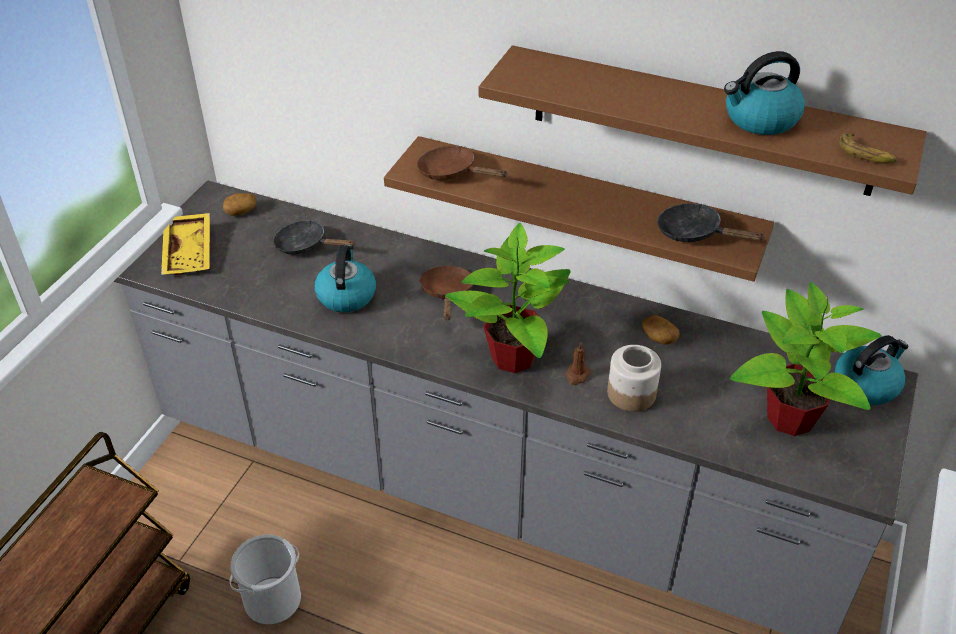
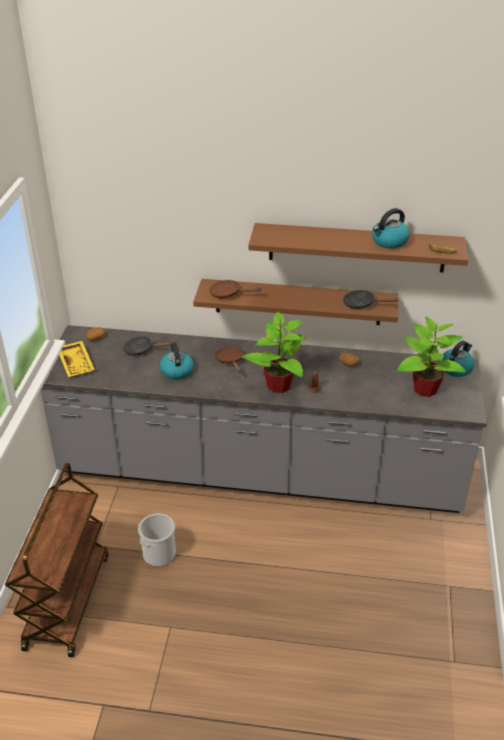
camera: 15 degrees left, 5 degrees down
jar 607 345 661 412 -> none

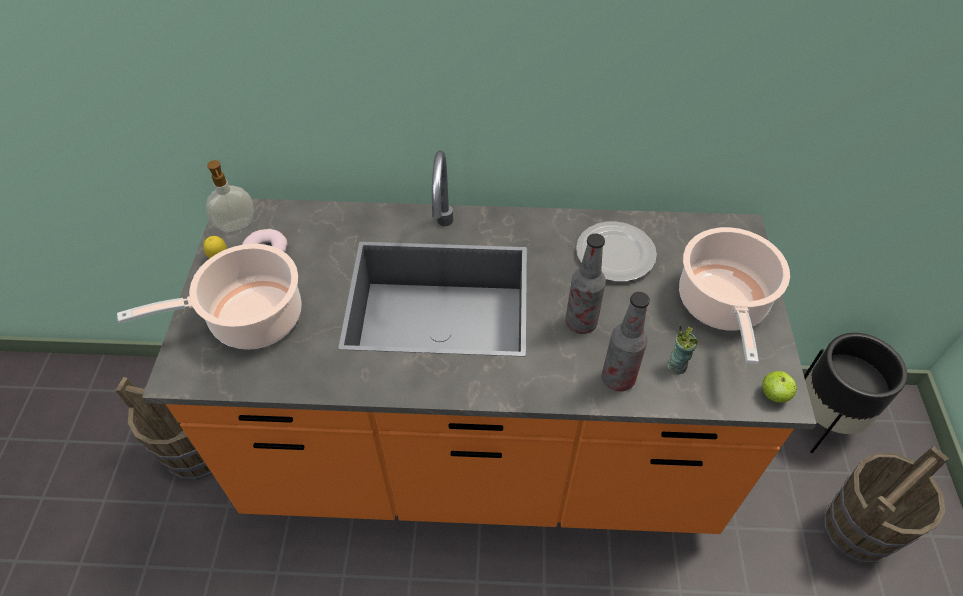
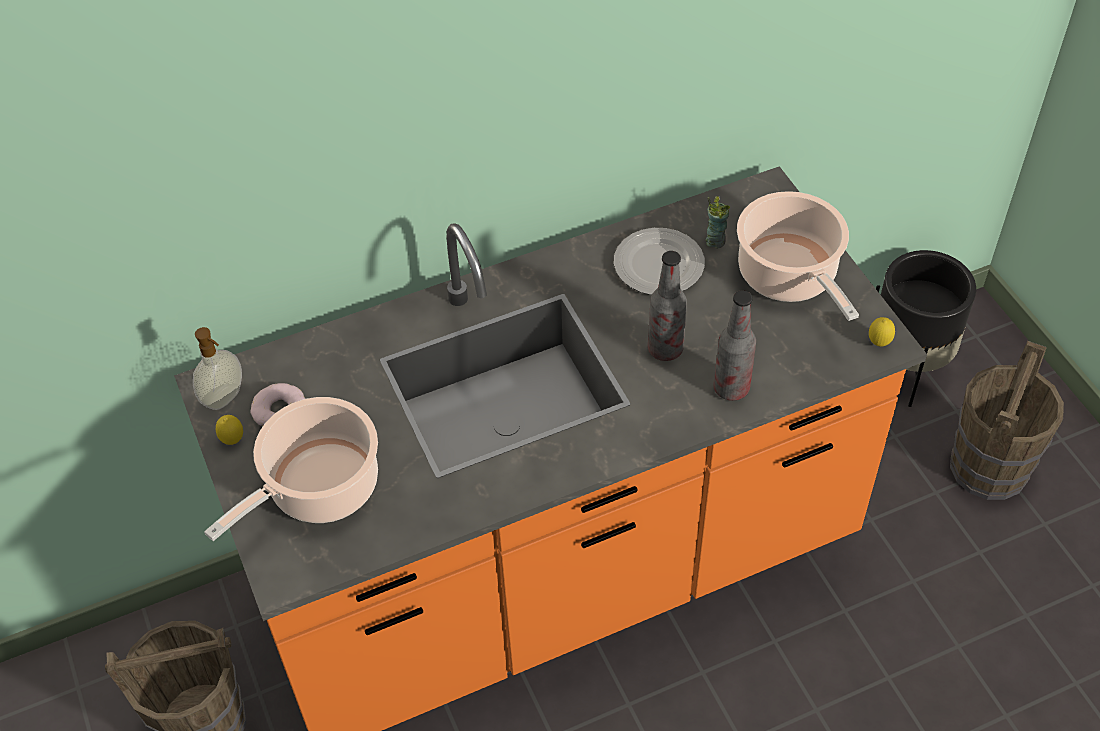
camera: 25 degrees left, 0 degrees up
cup 667 324 699 374 -> cup 706 196 730 248, shifted
apple 762 371 797 403 -> lemon 869 317 895 346

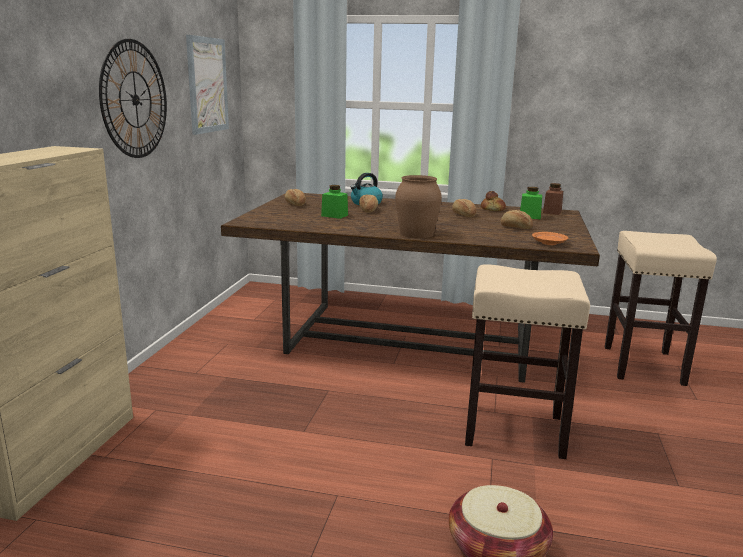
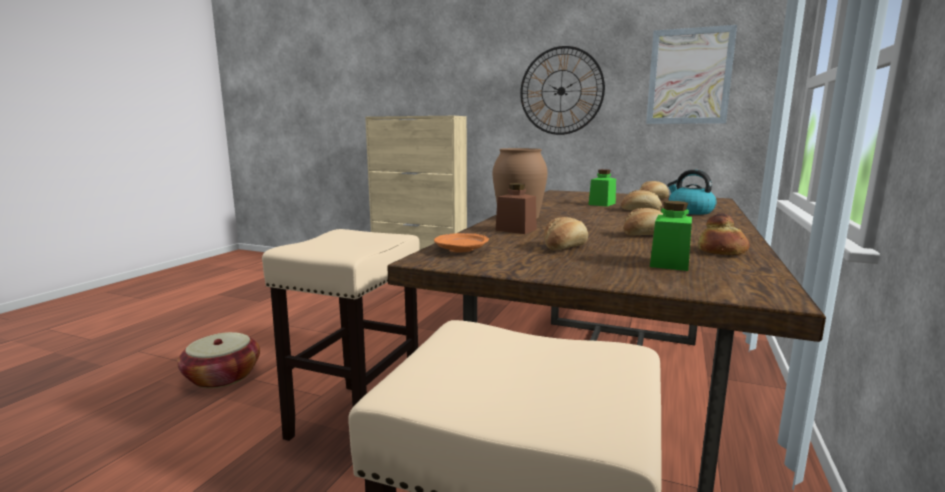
camera: 100 degrees right, 5 degrees down
brown jar 543 183 563 215 -> brown jar 495 183 537 234, shifted

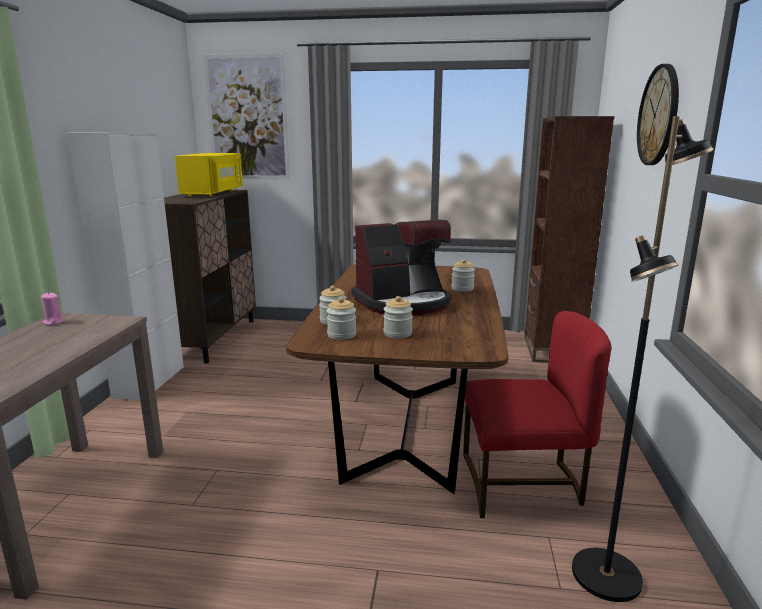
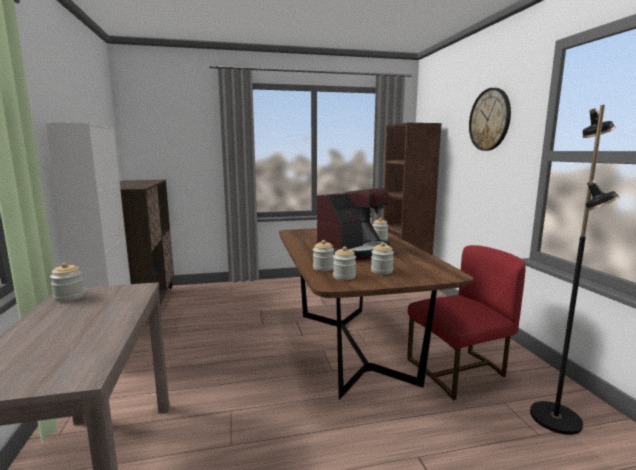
camera: 20 degrees left, 5 degrees down
picture 203 54 290 179 -> none
yellow microwave 175 153 243 196 -> none
pink candle 41 292 65 325 -> jar 50 263 84 302

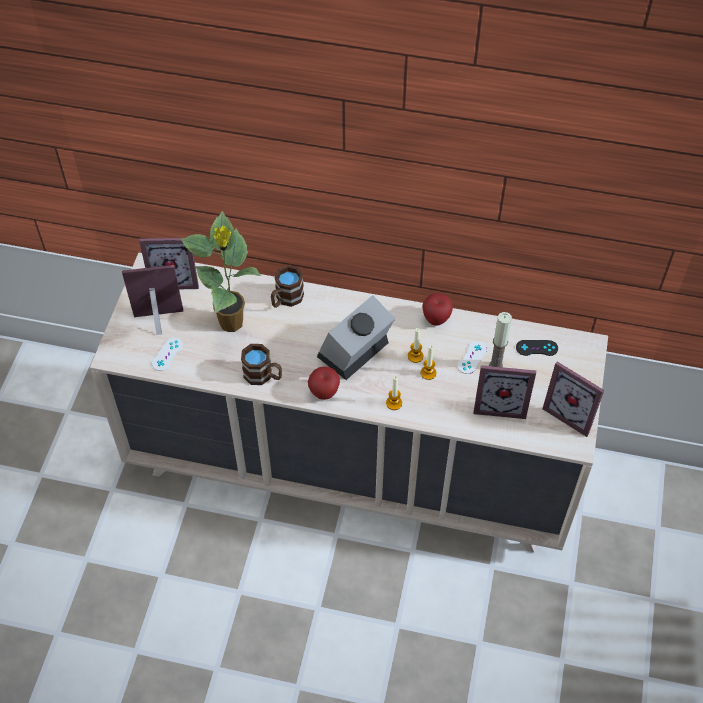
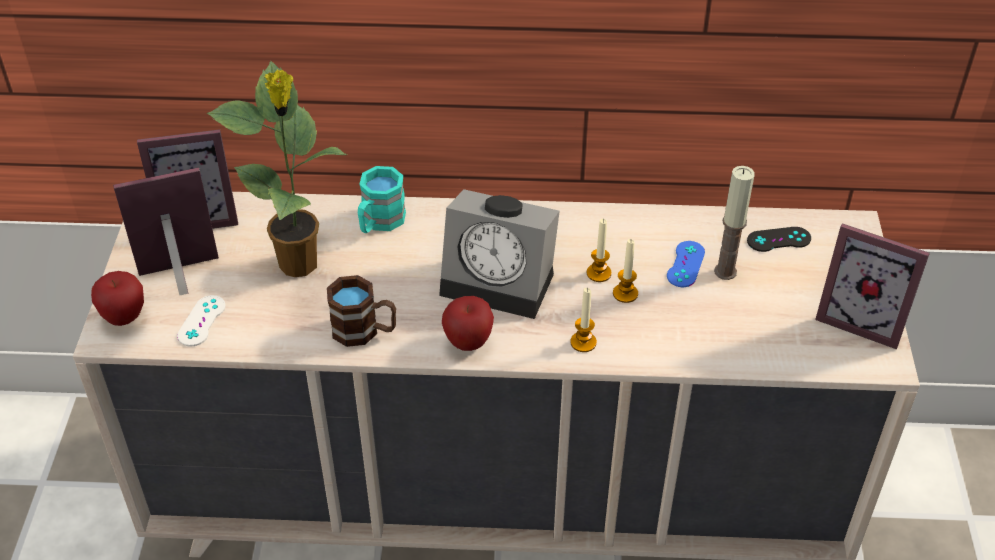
camera: 10 degrees left, 10 degrees down
brown mug 271 265 304 308 -> turquoise mug 358 166 406 233
apple 422 293 453 326 -> apple 91 271 144 326, shifted
alarm clock 317 295 395 380 -> alarm clock 439 189 560 319, 105 degrees counterclockwise
white game controller 457 341 487 374 -> blue game controller 667 241 705 287
picture frame 473 365 536 419 -> none

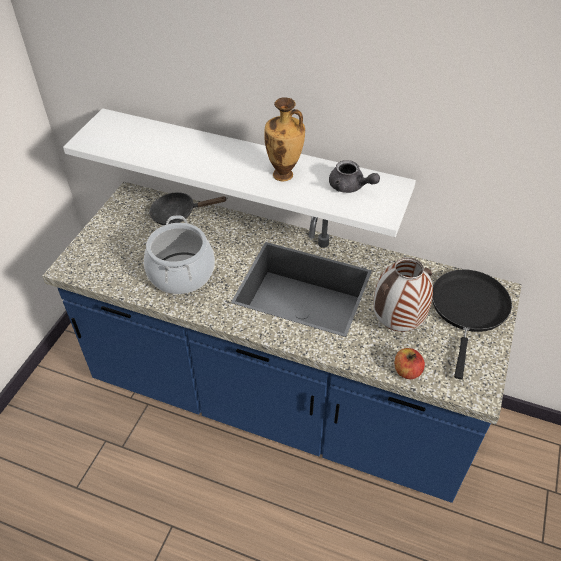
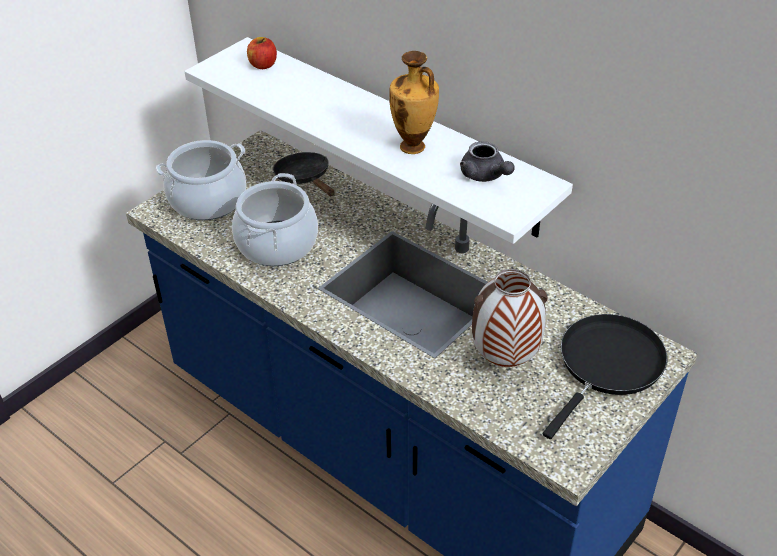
camera: 20 degrees right, 5 degrees down
black frying pan 149 192 226 225 -> black frying pan 273 152 335 196, 45 degrees clockwise
apple 395 348 425 379 -> apple 247 37 277 69, shifted
none -> cooking pot 156 140 246 220

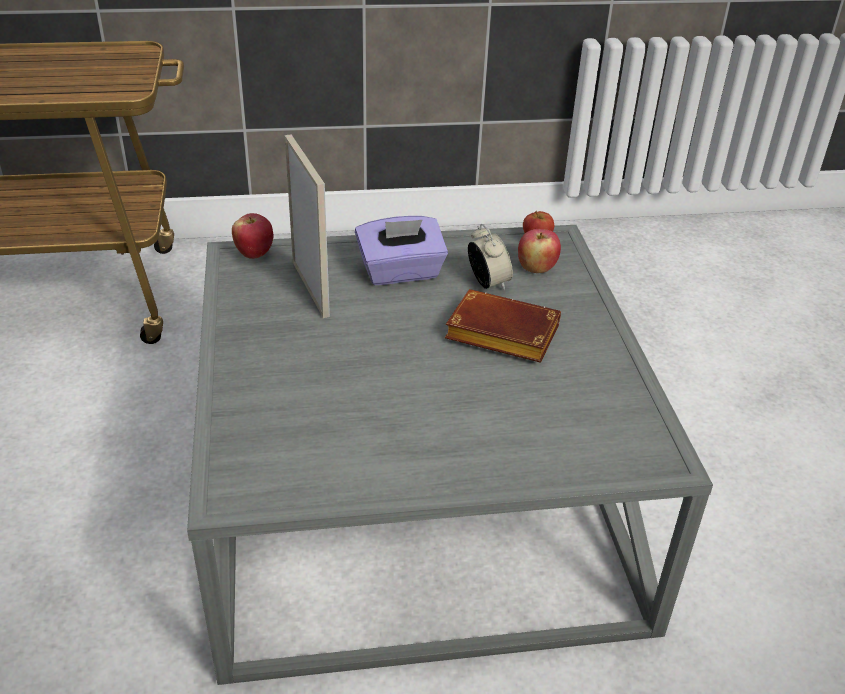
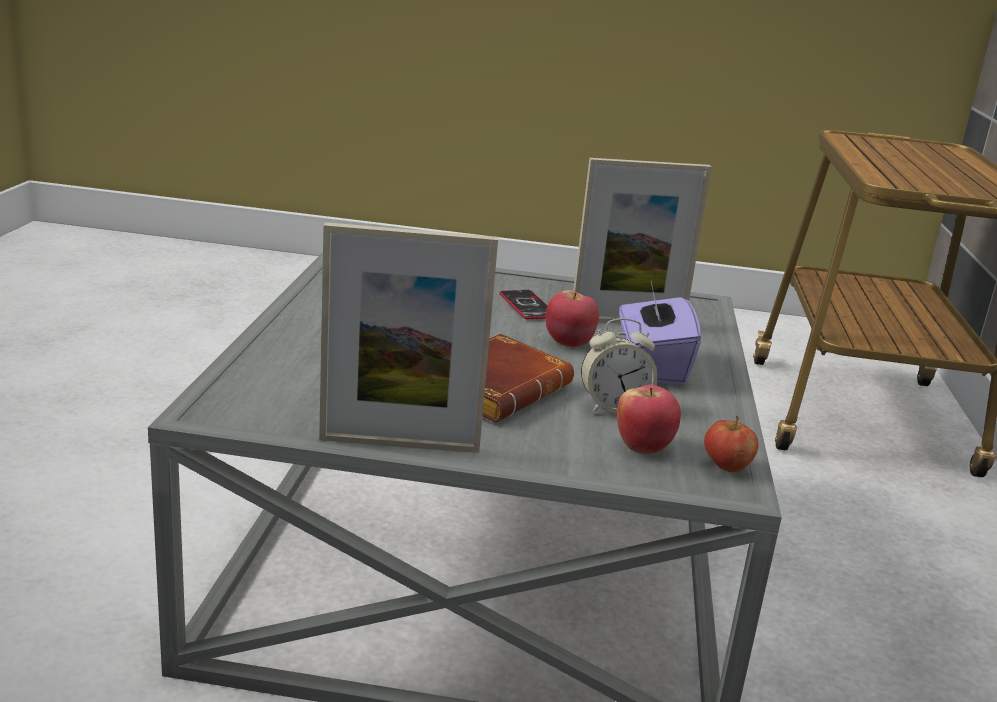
camera: 105 degrees right, 15 degrees down
apple 232 213 273 259 -> apple 545 290 599 347, shifted
none -> picture frame 319 222 498 453
none -> phone 499 290 548 319

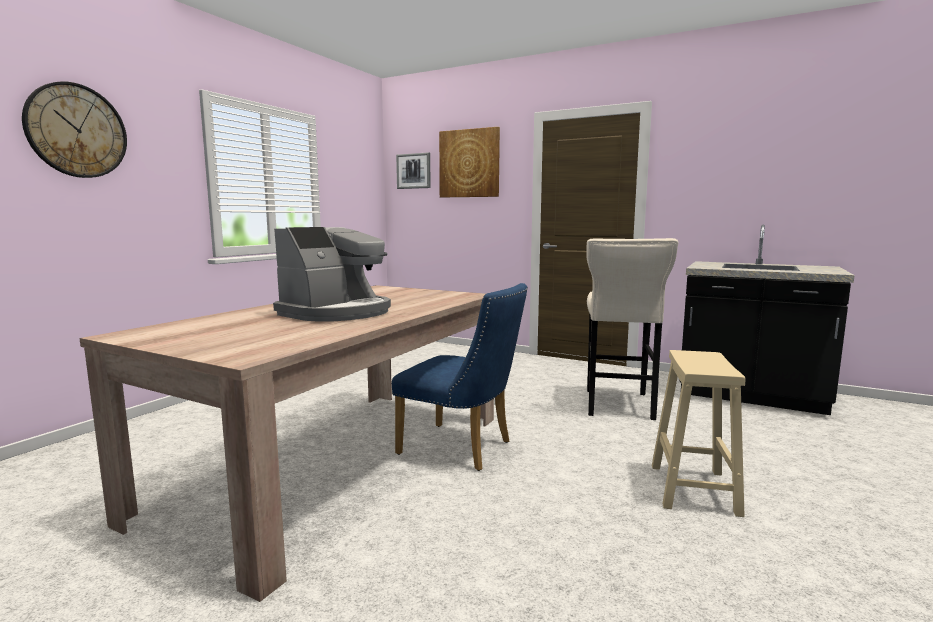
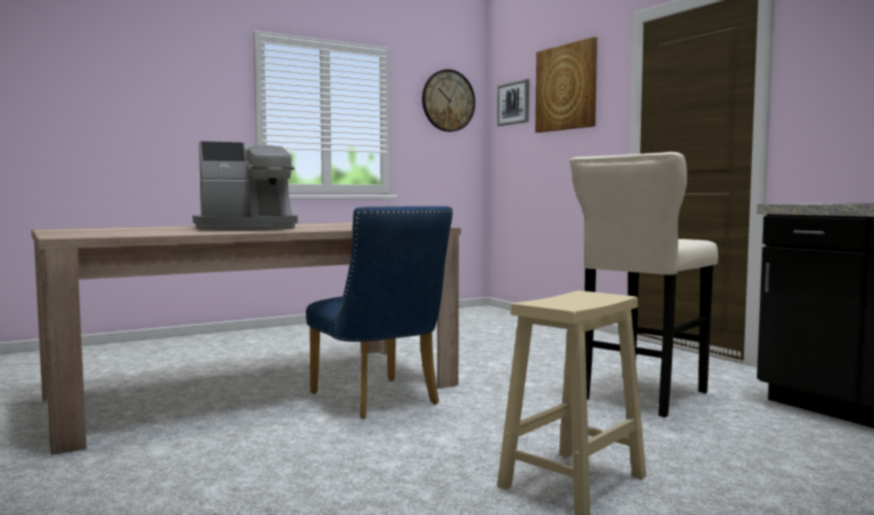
camera: 30 degrees right, 5 degrees down
wall clock 22 81 127 178 -> wall clock 422 69 475 132, shifted

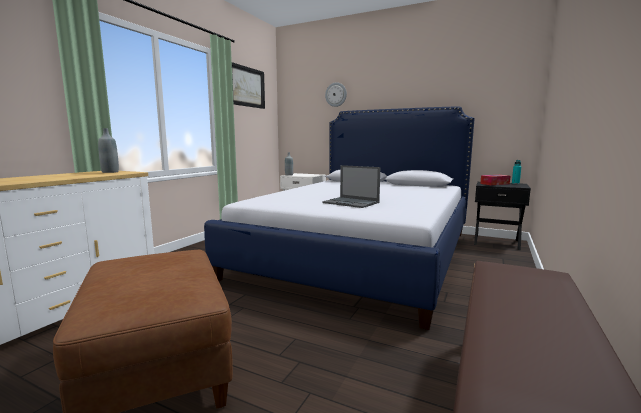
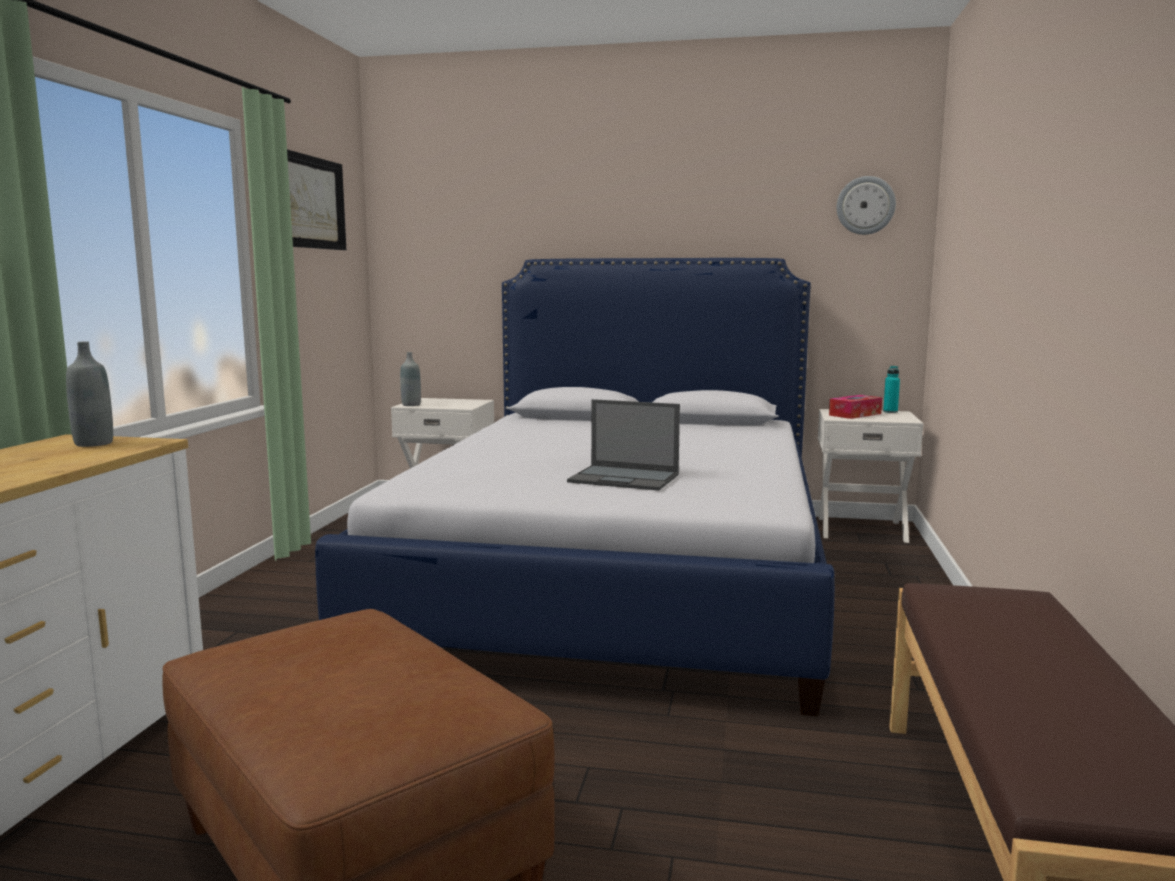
camera: 15 degrees left, 0 degrees up
wall clock 325 82 347 107 -> wall clock 837 176 896 235, shifted
black nightstand 474 182 531 250 -> white nightstand 818 409 923 543

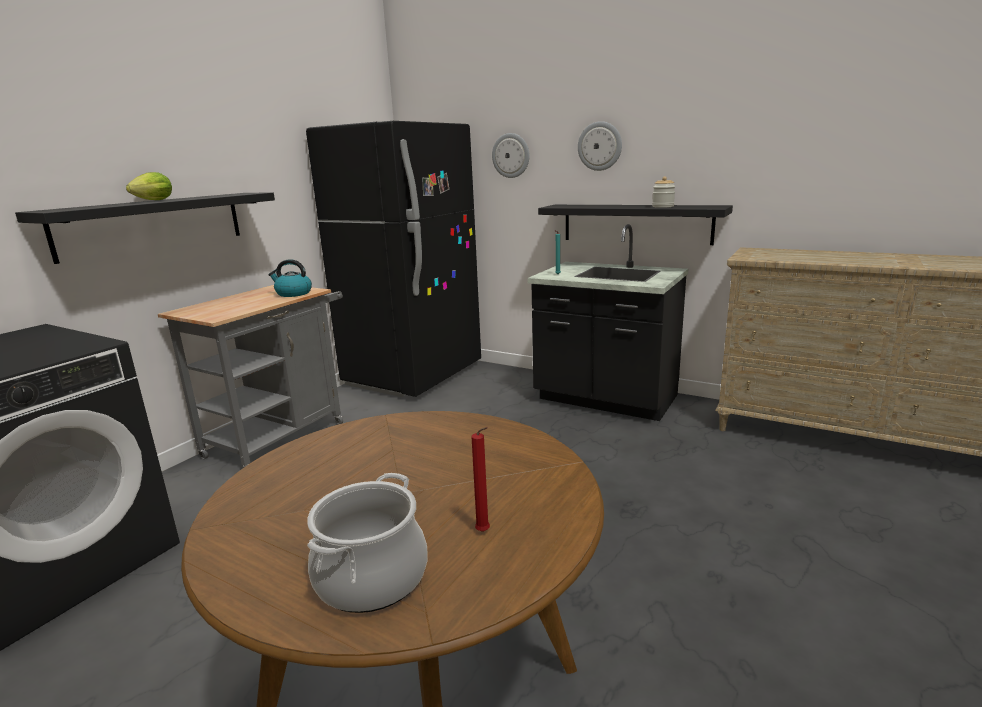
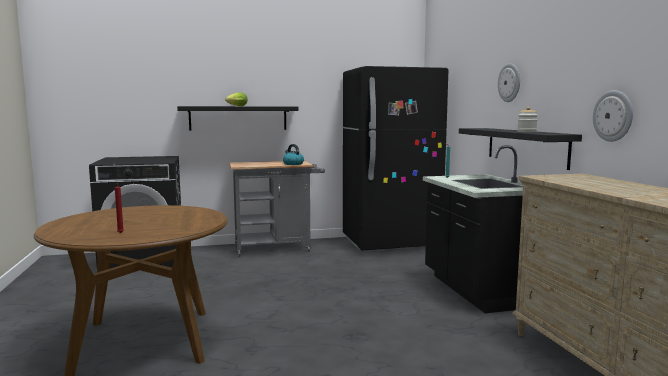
camera: 45 degrees right, 10 degrees down
wall clock 492 133 530 178 -> wall clock 593 90 633 142, shifted
cooking pot 307 473 427 613 -> none

